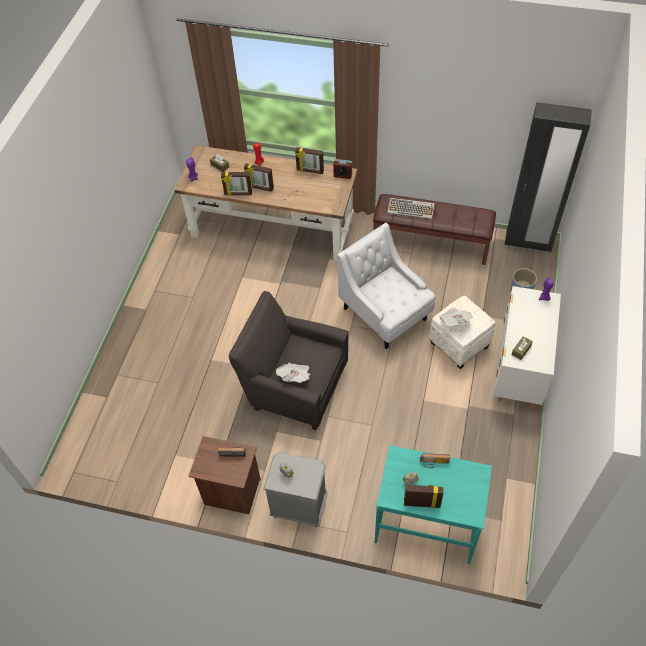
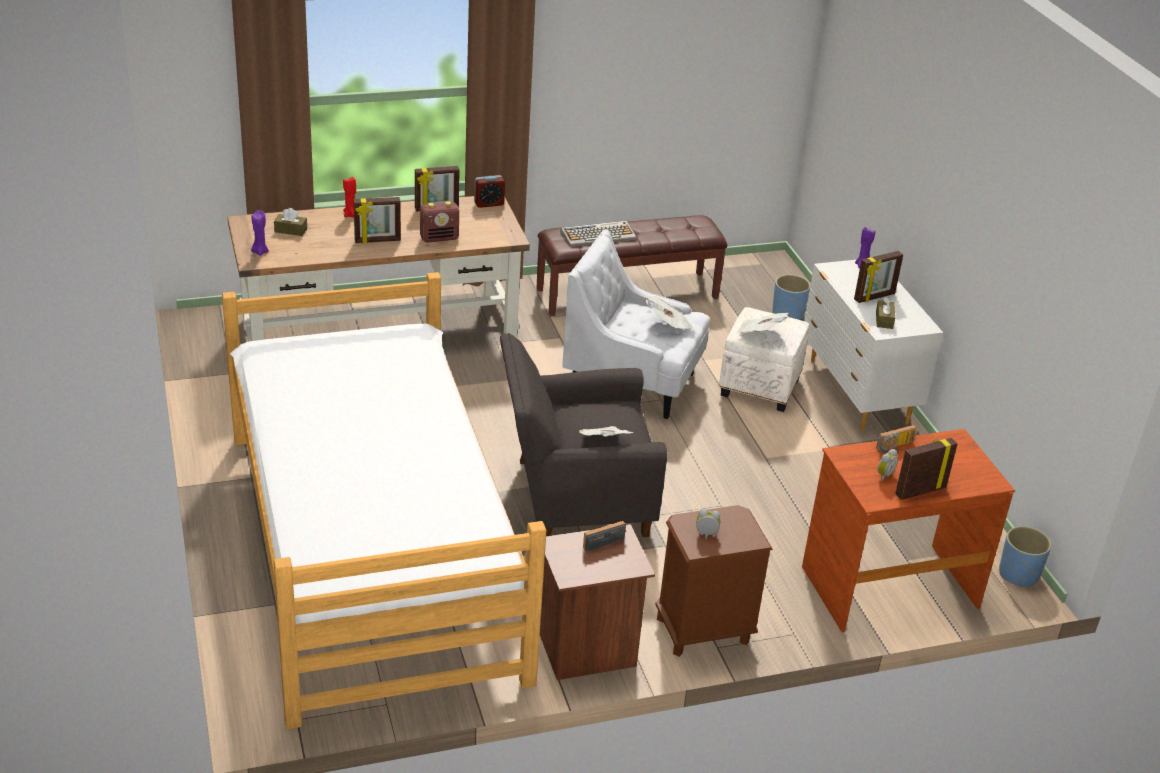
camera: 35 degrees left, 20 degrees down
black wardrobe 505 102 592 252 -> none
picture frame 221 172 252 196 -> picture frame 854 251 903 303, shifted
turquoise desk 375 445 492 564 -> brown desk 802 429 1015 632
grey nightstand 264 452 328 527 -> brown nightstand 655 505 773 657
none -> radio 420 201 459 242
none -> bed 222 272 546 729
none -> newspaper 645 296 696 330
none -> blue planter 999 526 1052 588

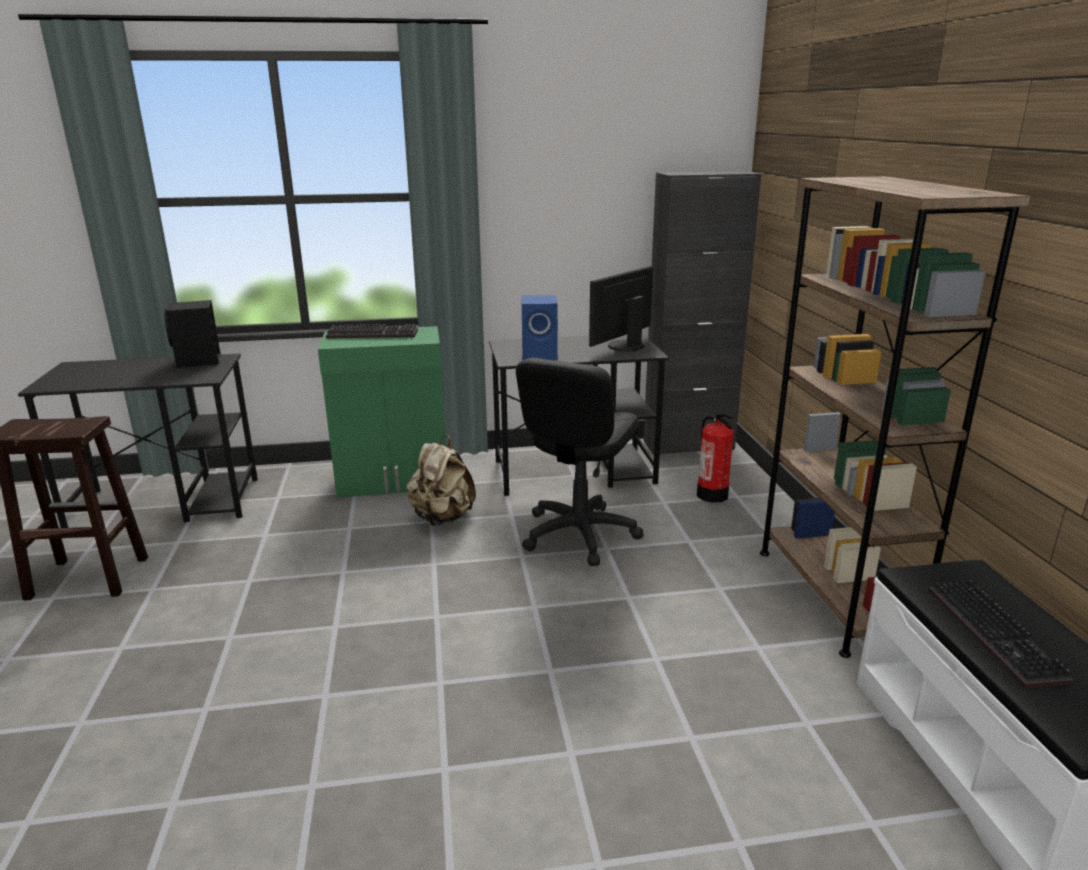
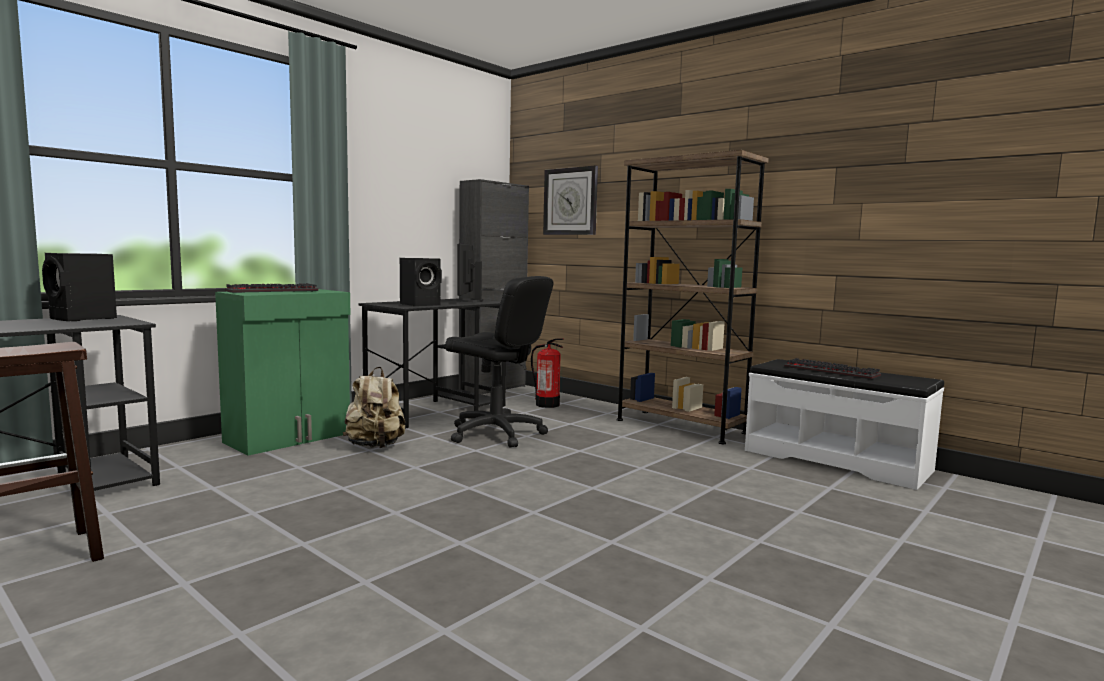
camera: 40 degrees left, 15 degrees down
blue speaker 521 295 558 360 -> black speaker 400 258 442 306
black office chair 516 358 644 566 -> black office chair 445 276 553 448, 45 degrees counterclockwise
none -> wall clock 543 165 598 235

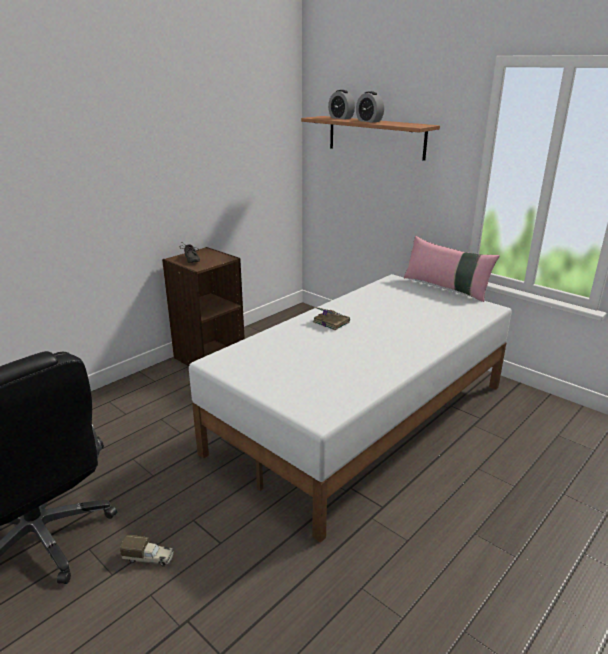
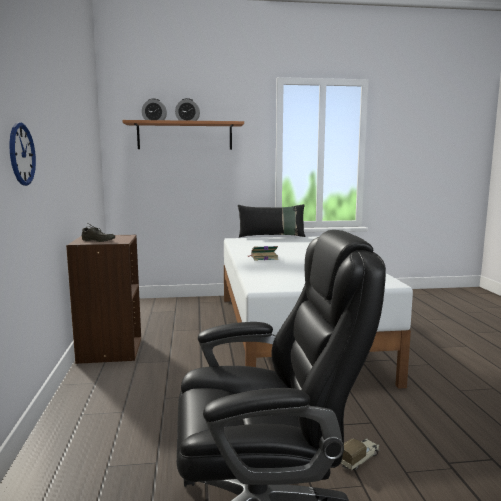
camera: 50 degrees left, 15 degrees down
pink pillow 404 236 500 302 -> black pillow 238 204 306 238
none -> wall clock 9 122 36 186

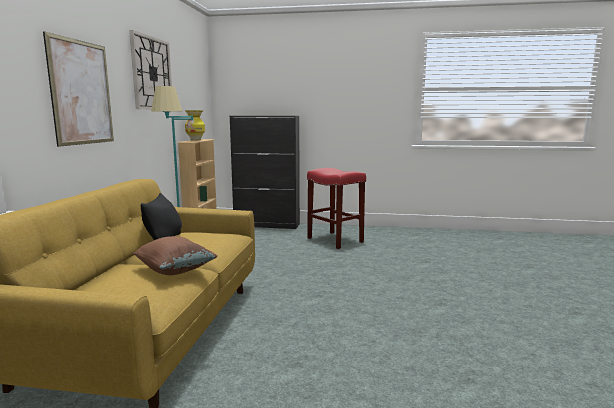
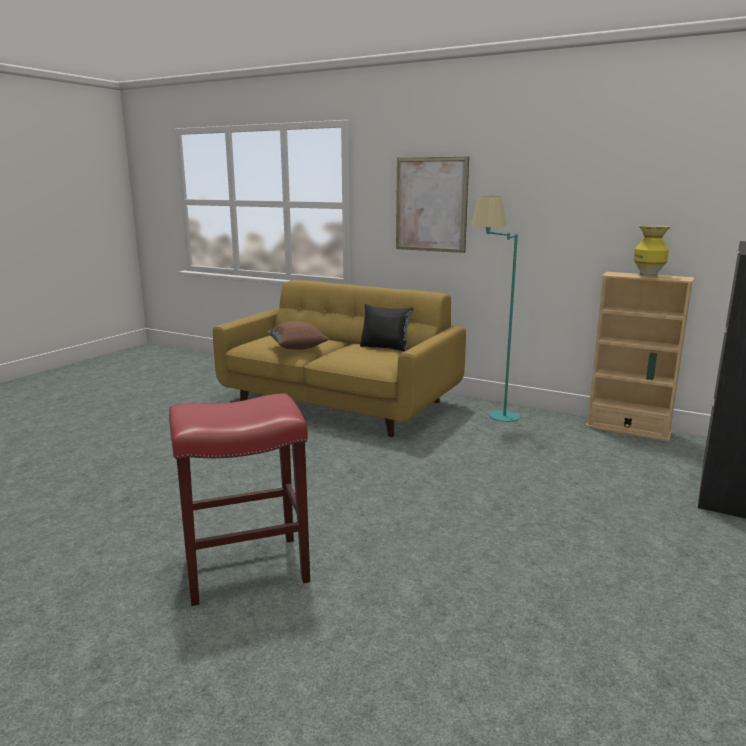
camera: 110 degrees right, 5 degrees up
wall clock 129 30 172 109 -> none
red stool 307 168 366 249 -> red stool 169 393 310 606, shifted

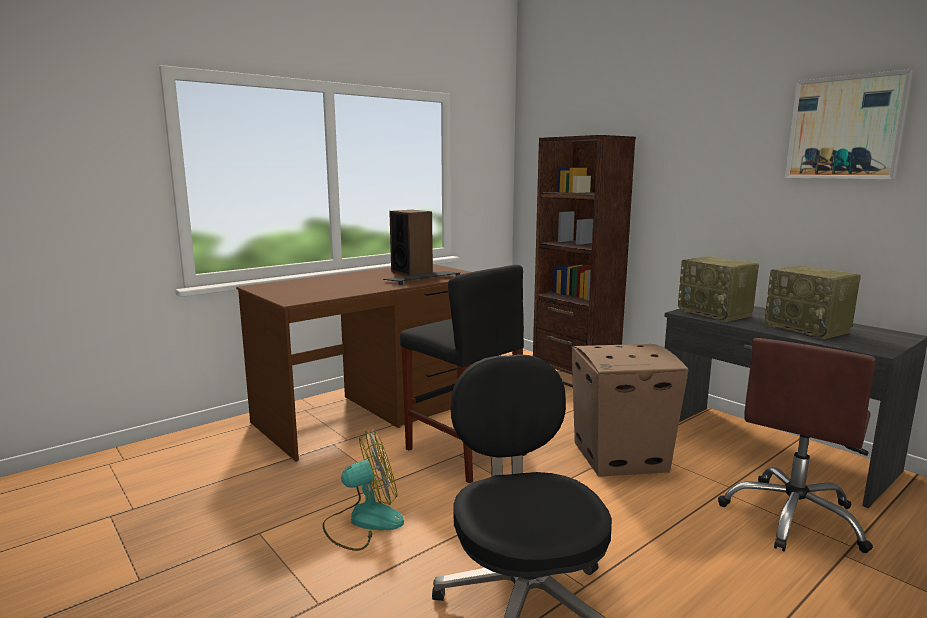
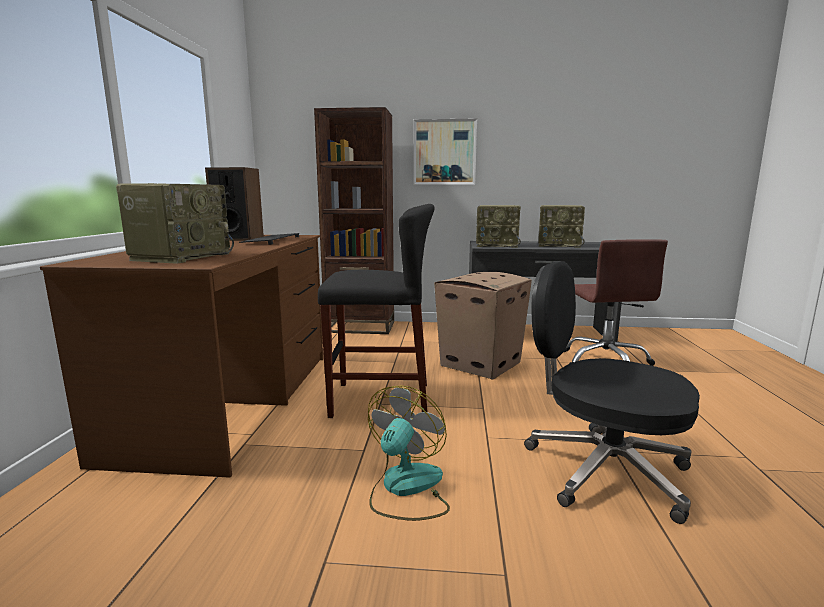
camera: 45 degrees left, 0 degrees up
picture 785 69 913 179 -> picture 414 119 477 185, shifted
none -> radio 116 183 234 264

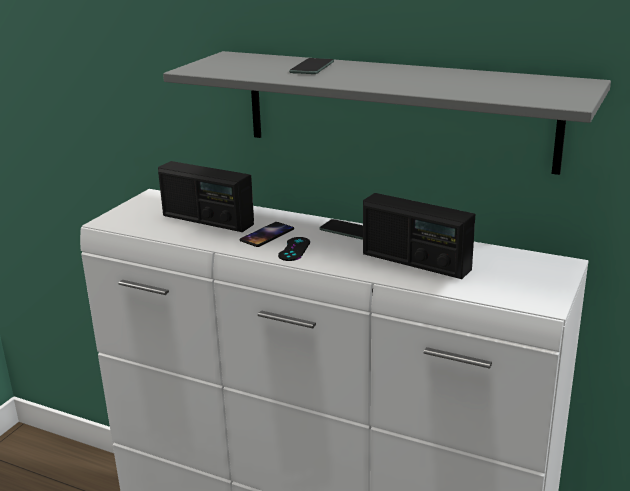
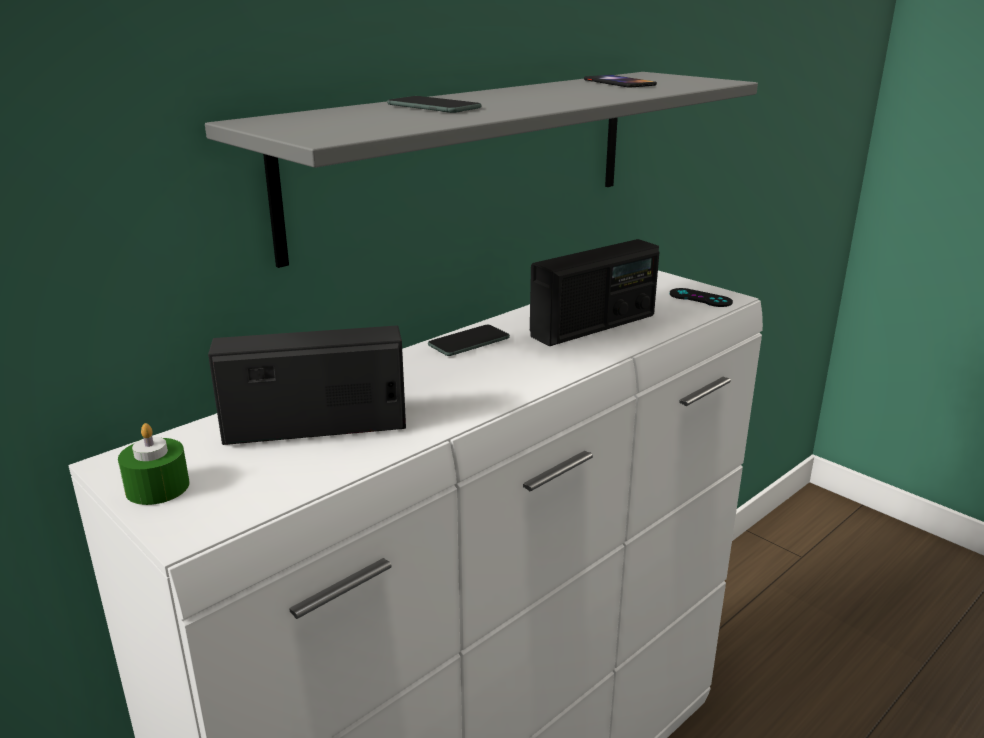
camera: 70 degrees left, 0 degrees up
radio 158 161 254 232 -> radio 208 326 406 445, 150 degrees counterclockwise
phone 240 222 294 247 -> phone 584 75 657 88, shifted
black game controller 278 237 310 261 -> black game controller 670 288 733 307, shifted
none -> green candle 118 423 189 505

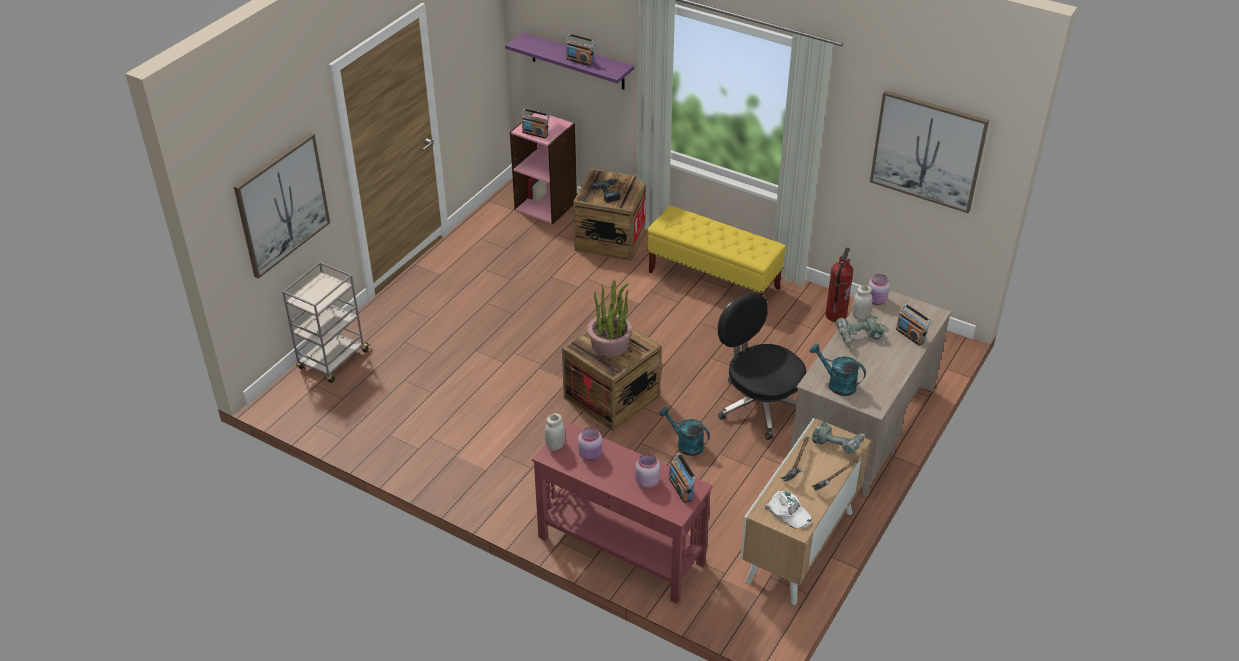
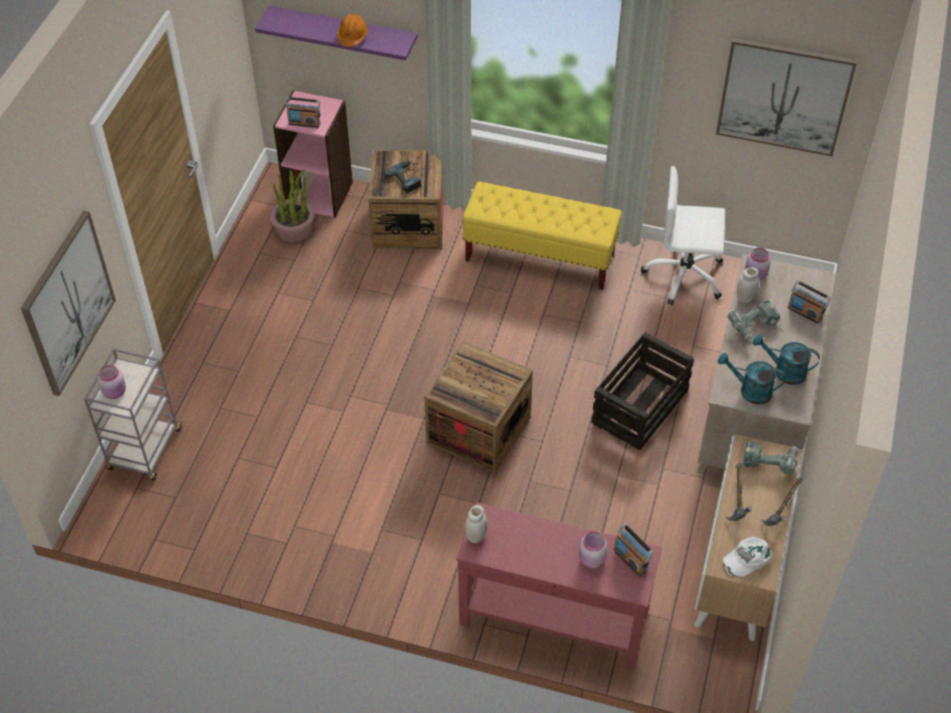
camera: 15 degrees left, 10 degrees up
radio 566 34 595 66 -> orange hard hat 337 14 368 47
fire extinguisher 825 247 853 322 -> white office chair 641 166 725 305
potted plant 587 280 633 357 -> potted plant 270 170 314 242, shifted
black office chair 718 292 806 440 -> crate 591 332 694 450
turquoise watering can 659 407 710 456 -> turquoise watering can 753 334 820 385, shifted
pink jar 578 427 602 461 -> pink jar 98 365 126 399, shifted
white cap 764 491 811 528 -> white cap 723 536 771 577, 120 degrees clockwise

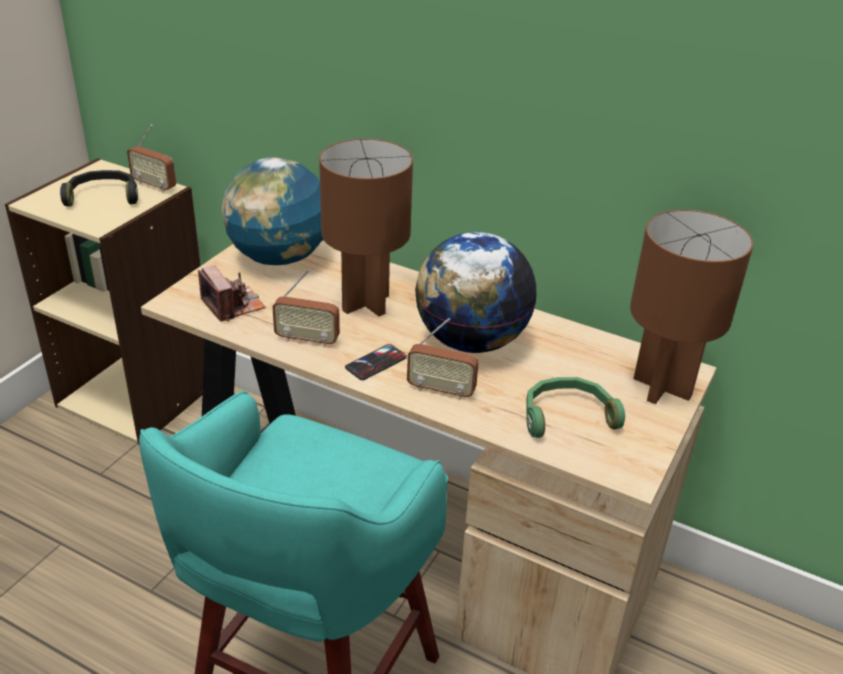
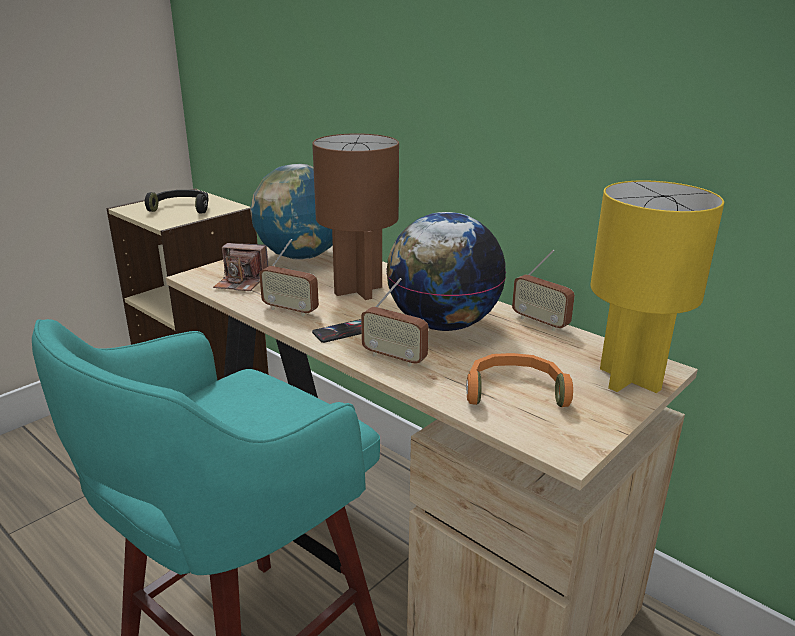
camera: 15 degrees right, 10 degrees down
radio 127 125 176 193 -> radio 512 250 575 331, shifted
brown table lamp 630 210 753 404 -> yellow table lamp 590 180 724 393
photo camera 198 265 266 322 -> photo camera 213 243 268 291, 120 degrees clockwise
green headphones 526 377 625 438 -> orange headphones 466 353 573 407

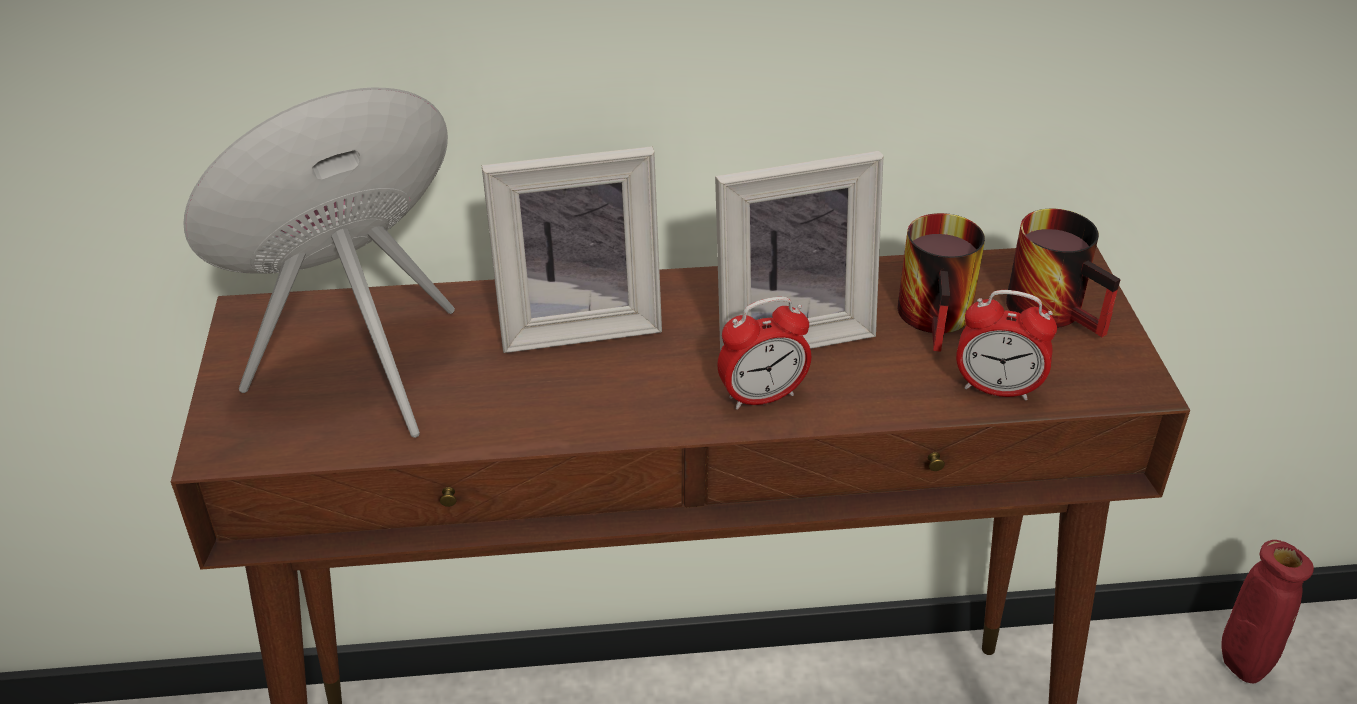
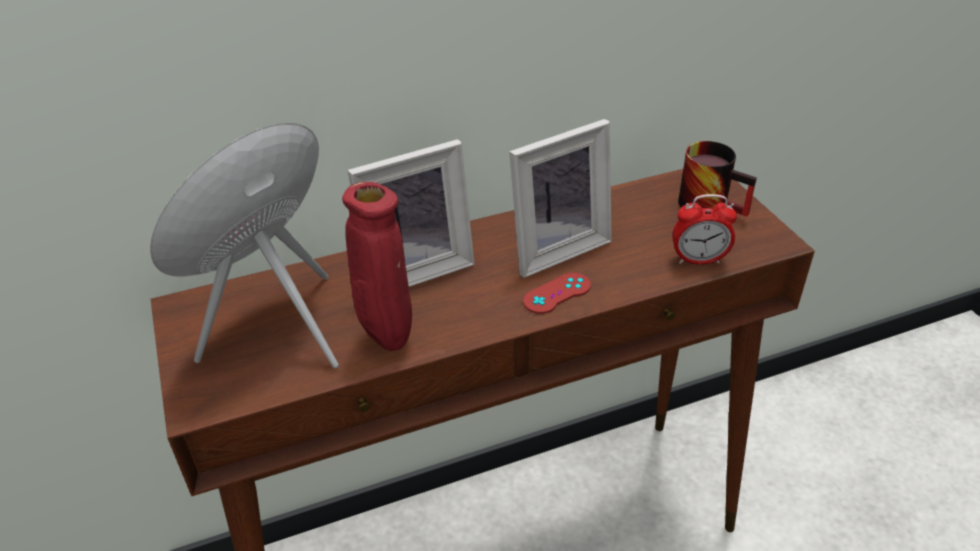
camera: 15 degrees left, 0 degrees up
mug 898 213 985 352 -> none
alarm clock 717 297 811 410 -> red game controller 523 273 591 314
red vase 1221 540 1314 683 -> red vase 342 182 412 351, shifted

